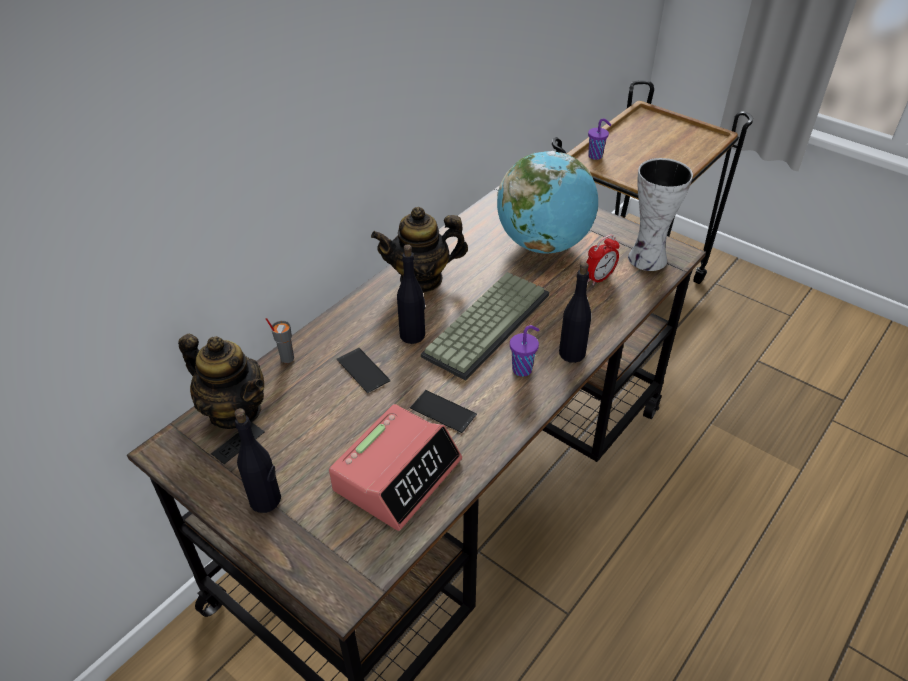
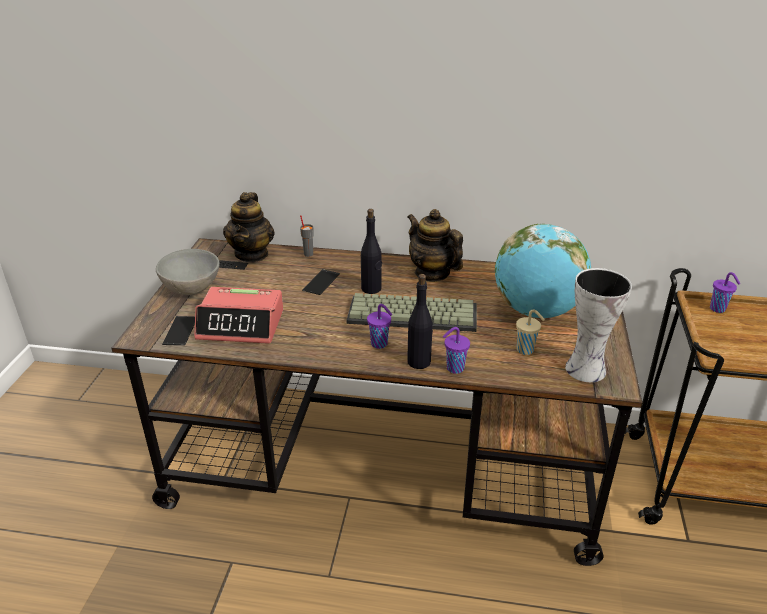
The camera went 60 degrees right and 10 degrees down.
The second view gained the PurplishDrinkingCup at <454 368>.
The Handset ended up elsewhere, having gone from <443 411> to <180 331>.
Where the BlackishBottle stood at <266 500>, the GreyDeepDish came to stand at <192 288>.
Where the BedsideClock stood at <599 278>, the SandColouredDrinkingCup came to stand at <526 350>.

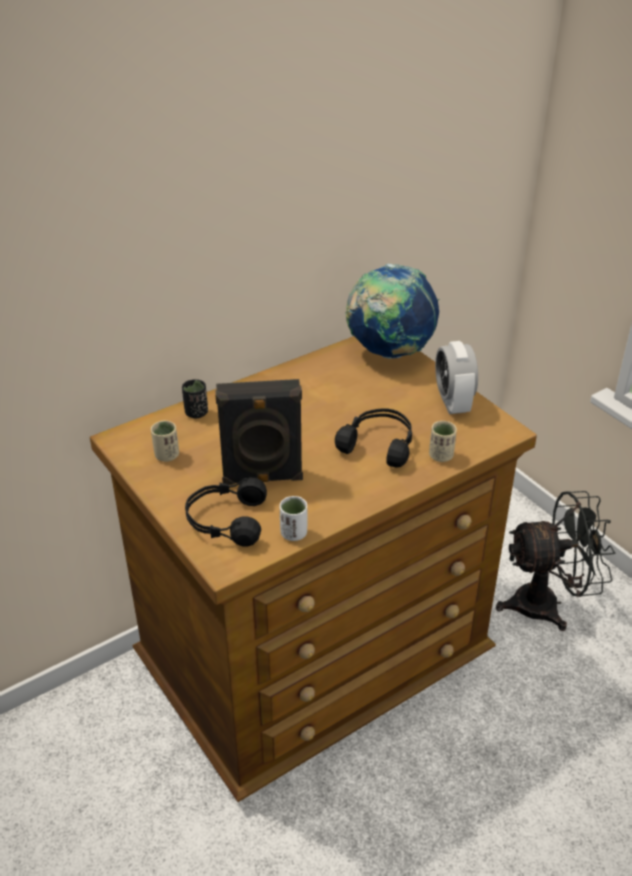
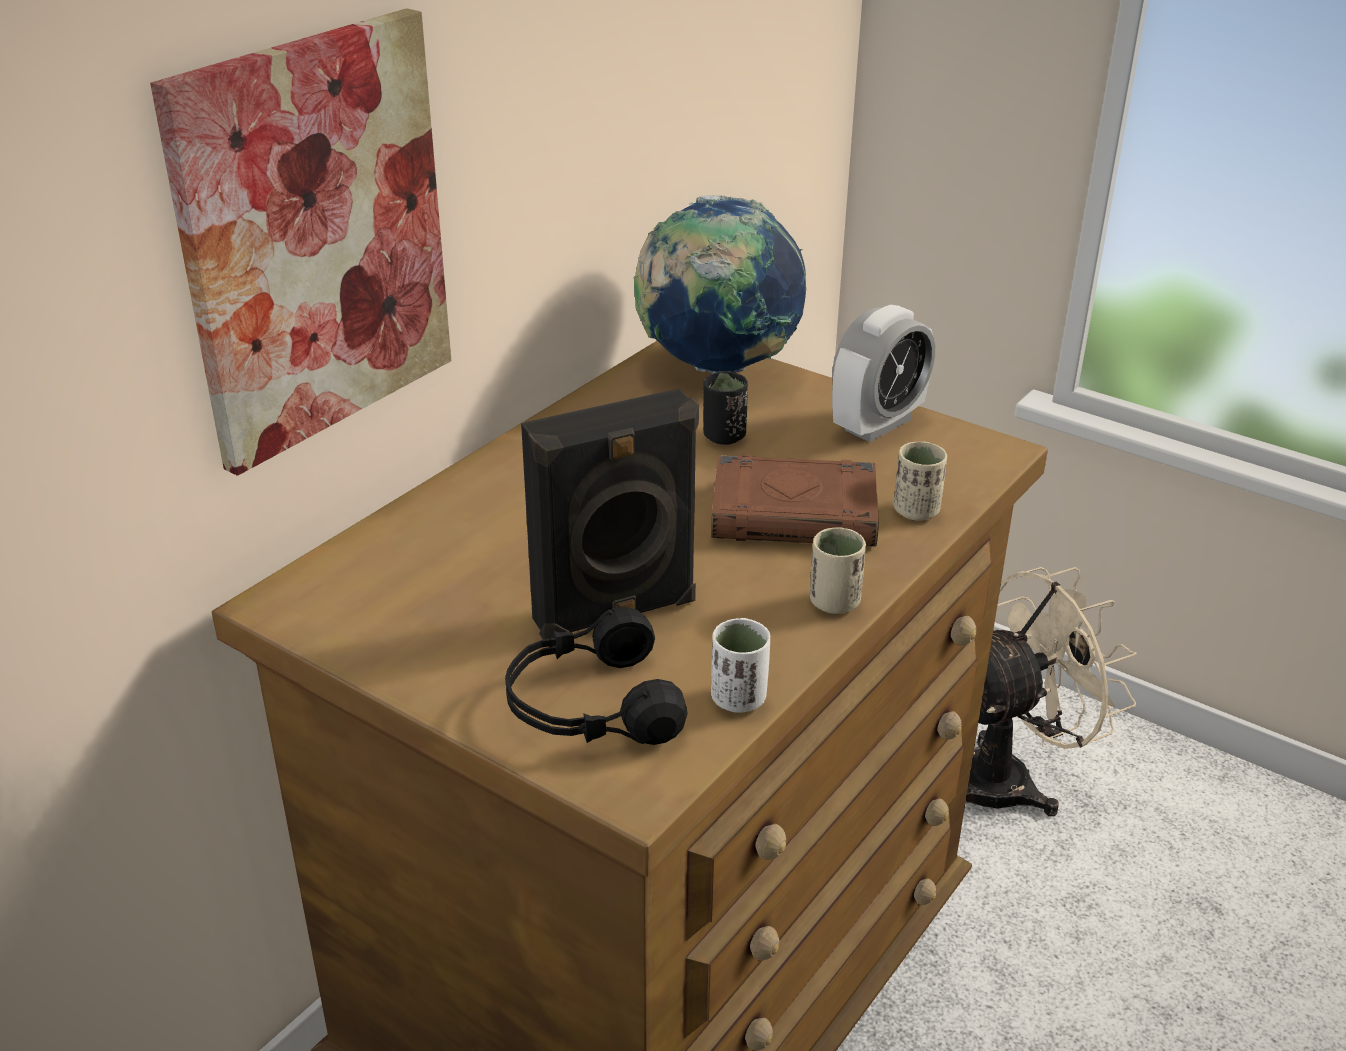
The camera went 20 degrees left and 5 degrees down.
The second view gained the WallArt at <314 239>.
The SandColouredDrinkingCup ended up elsewhere, having gone from <167 455> to <834 602>.
The BlackishDrinkingCup ended up elsewhere, having gone from <196 413> to <724 436>.
Where the BlackishHeadphones stood at <379 444>, the BrownishVolume came to stand at <796 513>.
What was the BlackishCoolingFan at <547 604> turned into the SandColouredCoolingFan at <1009 779>.
The BedsideClock at <453 402> ended up facing another way, 105 degrees counterclockwise from before.

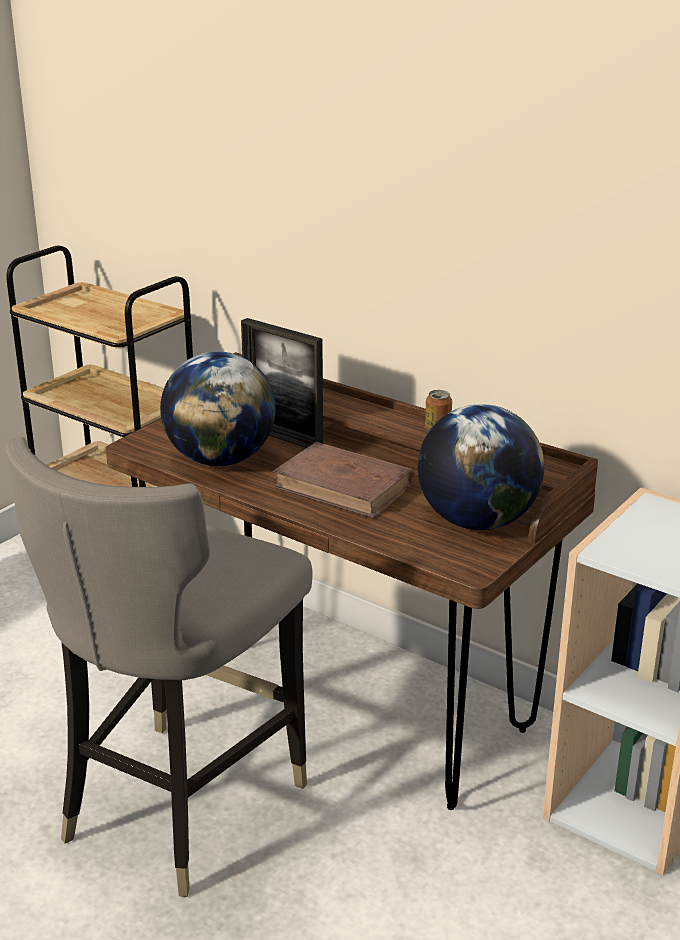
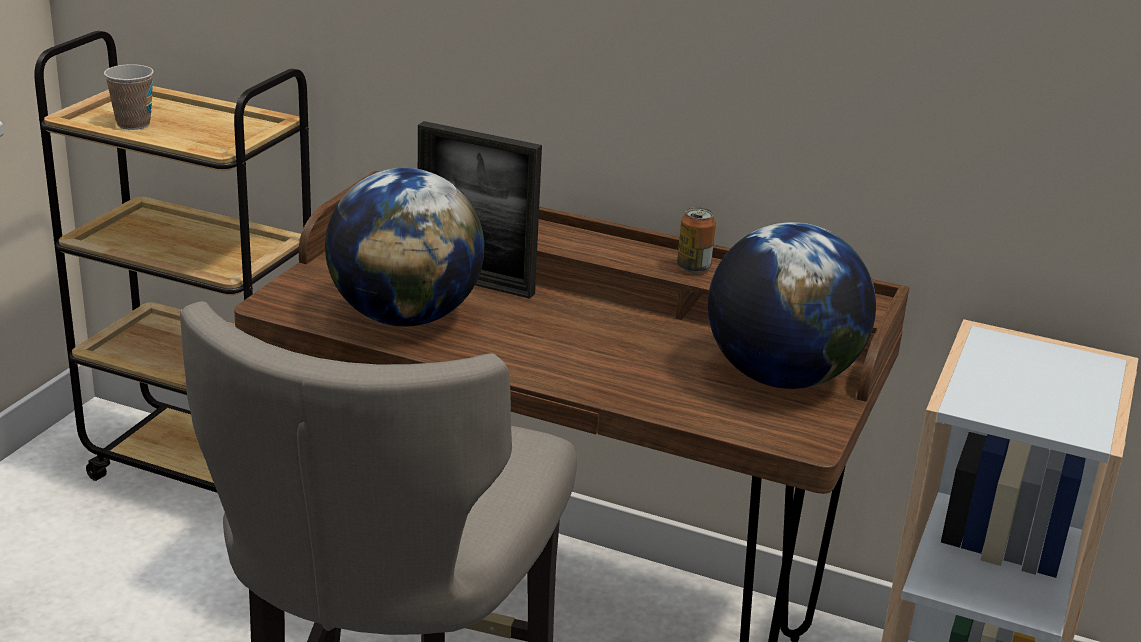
The camera went 15 degrees left and 0 degrees up.
The second view lost the BrownishVolume at <344 486>.
The second view gained the DrinkingCup at <133 124>.

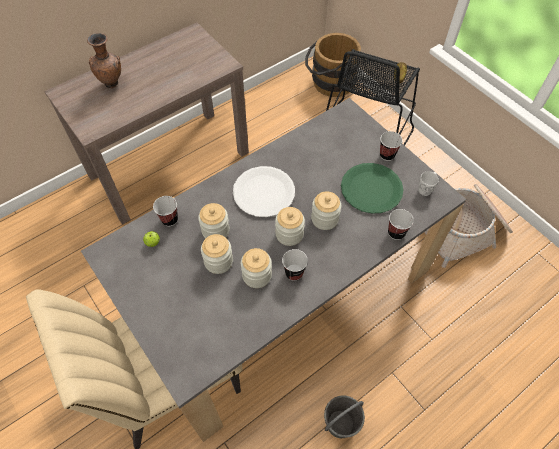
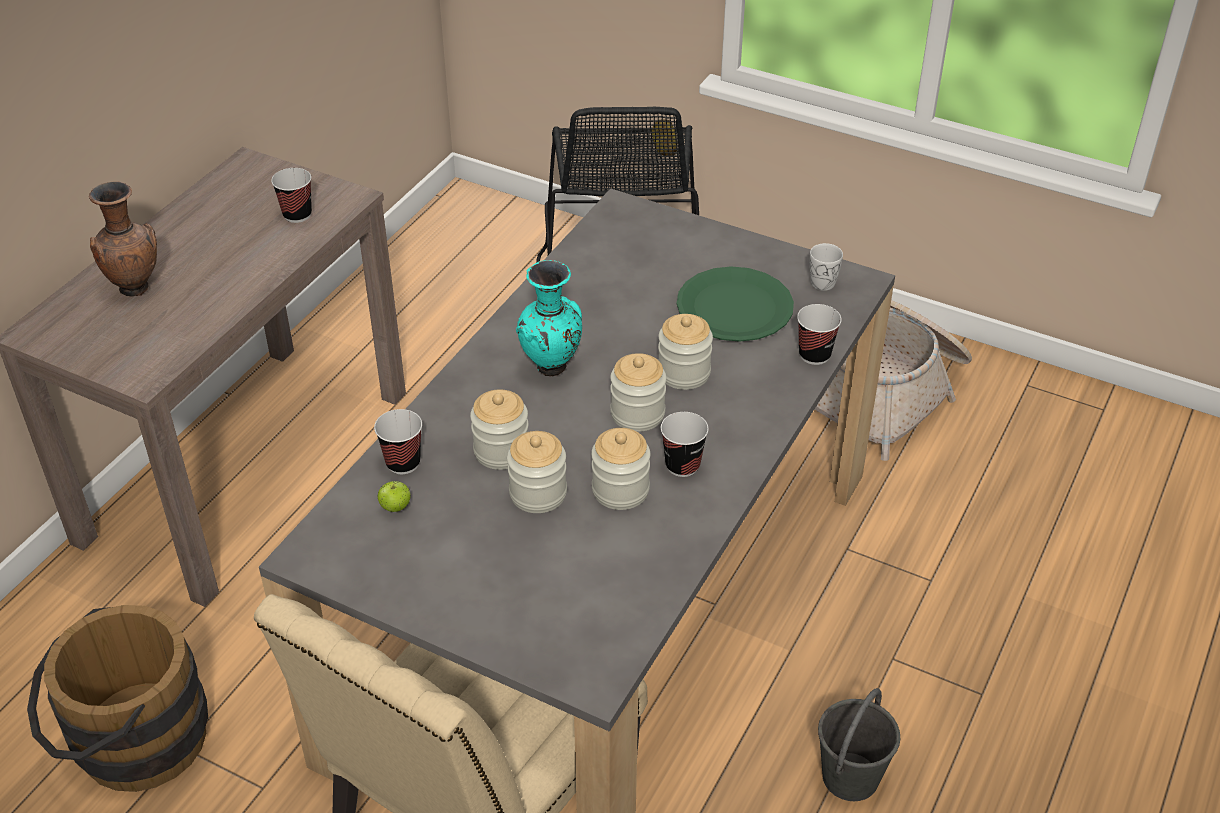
The camera went 25 degrees left and 15 degrees down.
The BrownishPail ended up elsewhere, having gone from <329 82> to <130 743>.
The DrinkingCup ended up elsewhere, having gone from <387 155> to <297 214>.
Where the WhiteColouredFlatDish stood at <264 192>, the TurquoiseColouredFlowerVase came to stand at <551 369>.

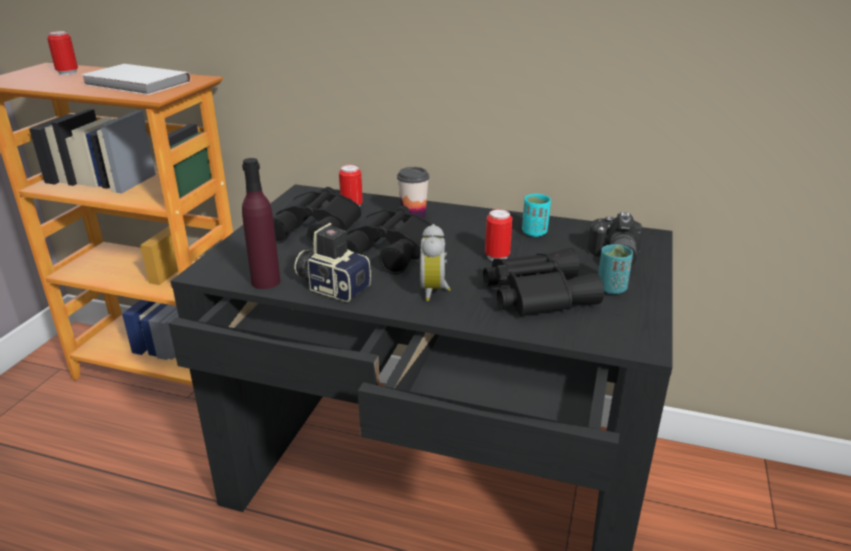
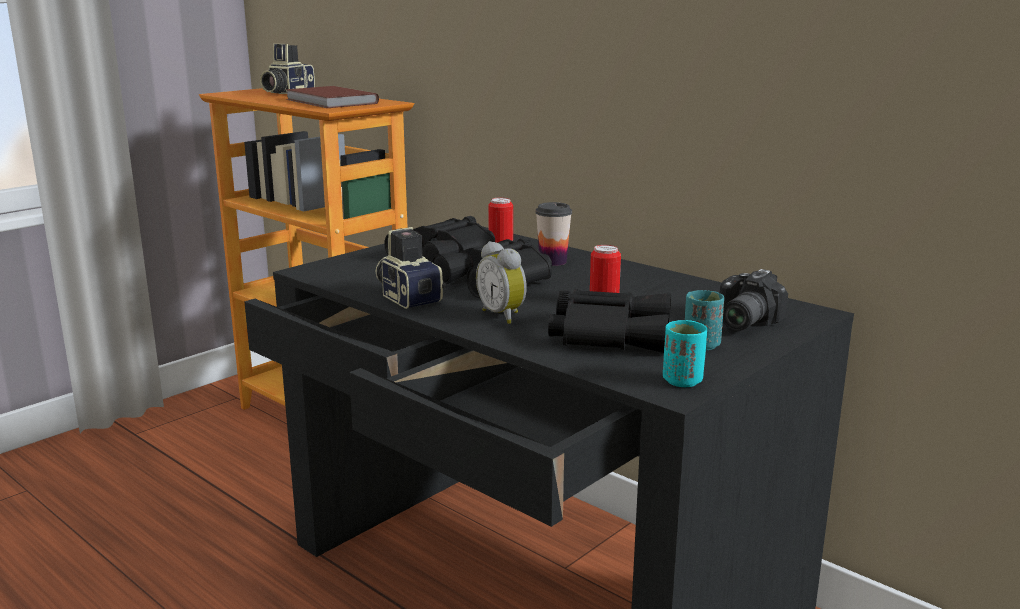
The camera went 25 degrees right and 10 degrees down.
The second view lost the PurplishBottle at <266 281>.
The TurquoiseColouredDrinkingCup ended up elsewhere, having gone from <534 232> to <682 381>.
Where the Can stood at <67 73>, the PhotoCamera came to stand at <286 92>.
What was the WhiteColouredVolume at <136 84> turned into the BrownishVolume at <330 102>.
The BedsideClock at <435 290> ended up facing another way, 60 degrees counterclockwise from before.

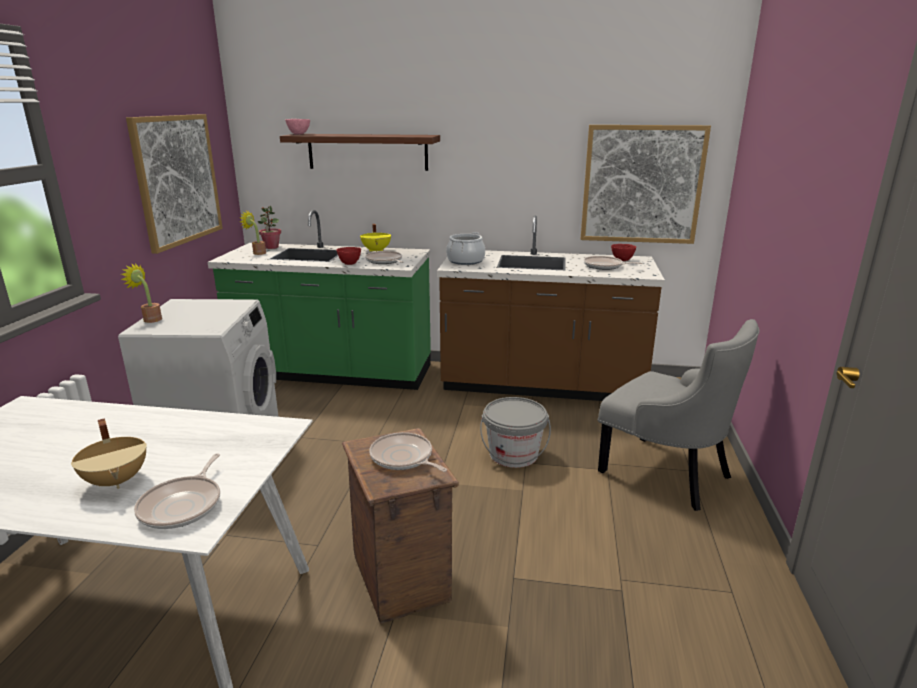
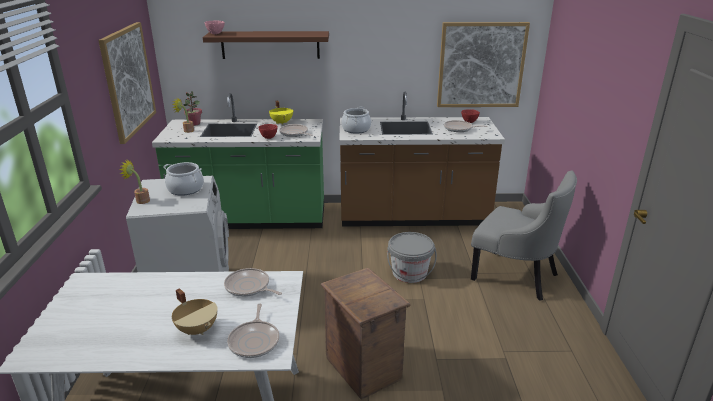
The camera went 10 degrees left and 5 degrees up.
The second view gained the Saucepot at <185 189>.
The Skillet ended up elsewhere, having gone from <403 458> to <249 287>.

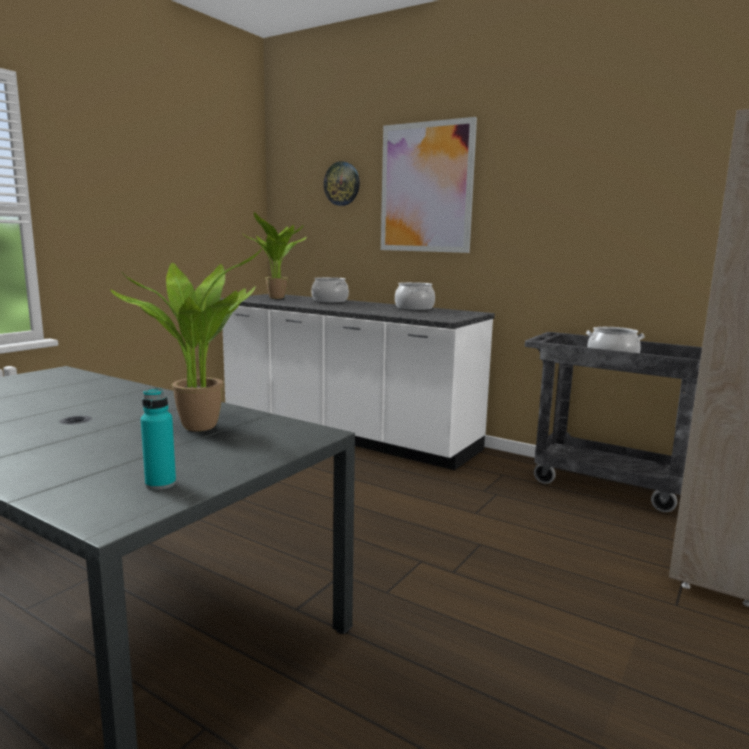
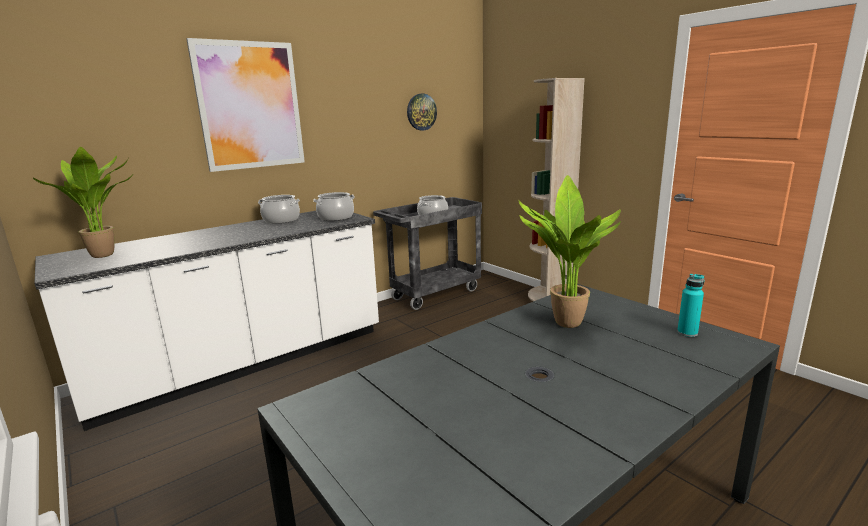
The camera went 70 degrees left and 5 degrees up.
The Saucepot ended up elsewhere, having gone from <329 301> to <336 217>.
The ClockOnTheWall ended up elsewhere, having gone from <342 183> to <421 112>.

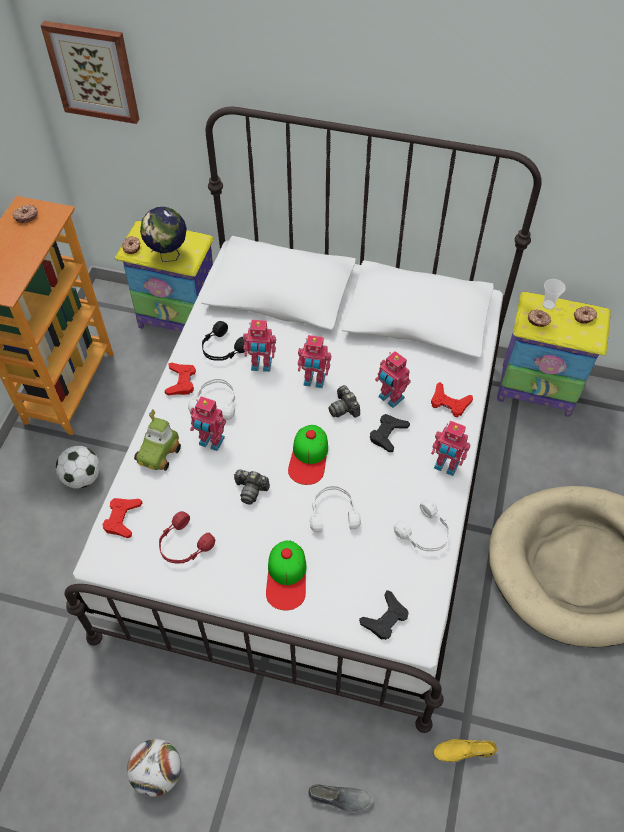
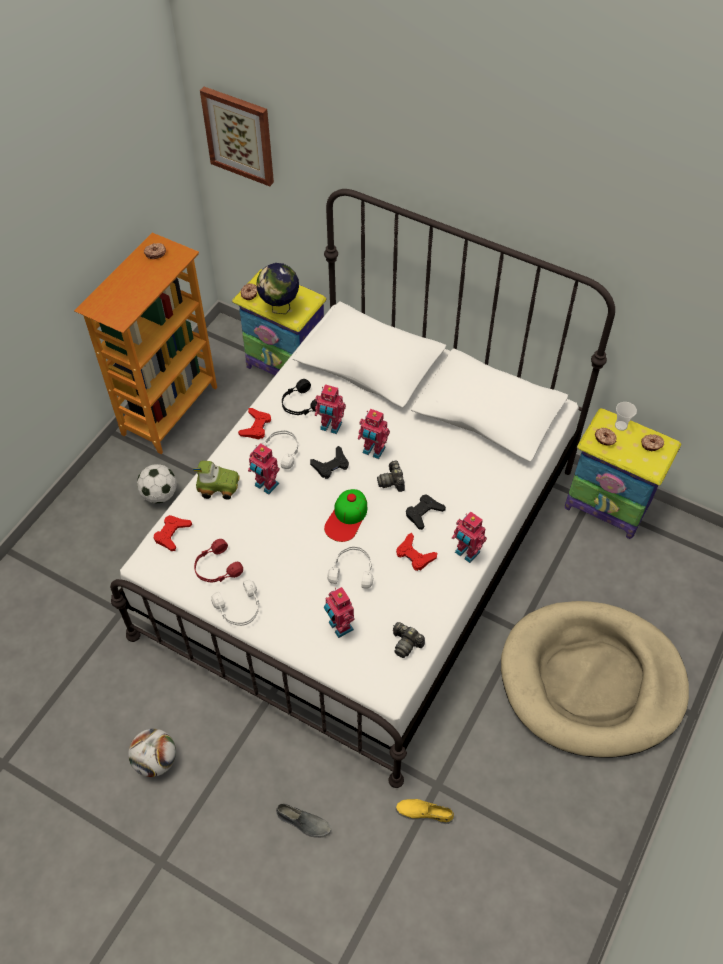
The camera went 15 degrees right and 0 degrees up.
The second view lost the Cap at <287 577>.
The PhotoCamera ended up elsewhere, having gone from <251 490> to <406 643>.
The BlackishJoypad ended up elsewhere, having gone from <385 618> to <331 465>.
The ToyRobot ended up elsewhere, having gone from <390 398> to <339 627>.
The WhiteColouredHeadphones ended up elsewhere, having gone from <425 533> to <239 609>.
The RedJoypad ended up elsewhere, having gone from <449 403> to <414 555>.
The ModelCar at <159 453> ended up facing another way, 120 degrees counterclockwise from before.

